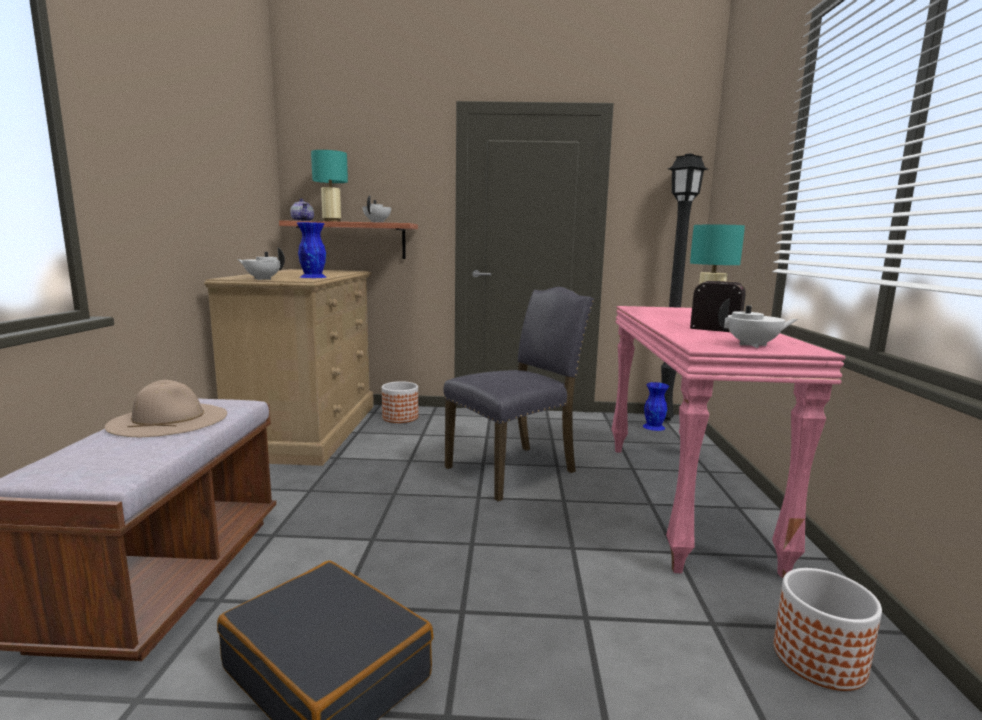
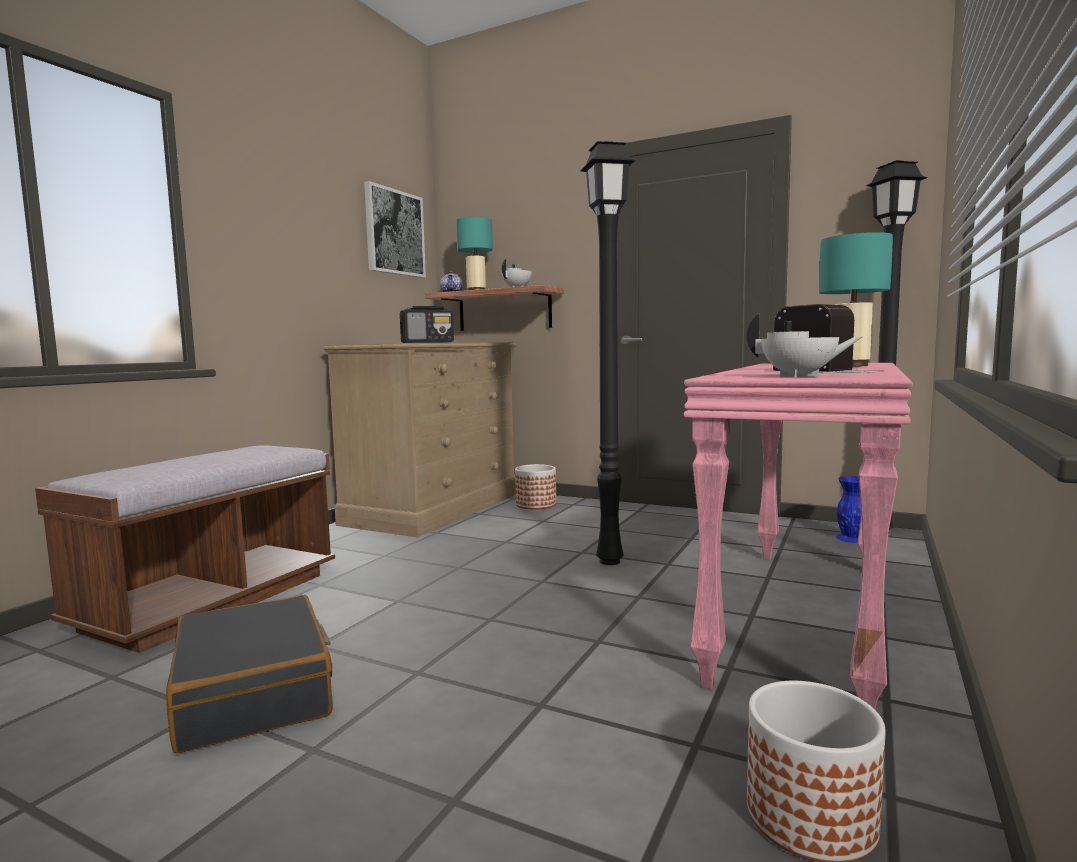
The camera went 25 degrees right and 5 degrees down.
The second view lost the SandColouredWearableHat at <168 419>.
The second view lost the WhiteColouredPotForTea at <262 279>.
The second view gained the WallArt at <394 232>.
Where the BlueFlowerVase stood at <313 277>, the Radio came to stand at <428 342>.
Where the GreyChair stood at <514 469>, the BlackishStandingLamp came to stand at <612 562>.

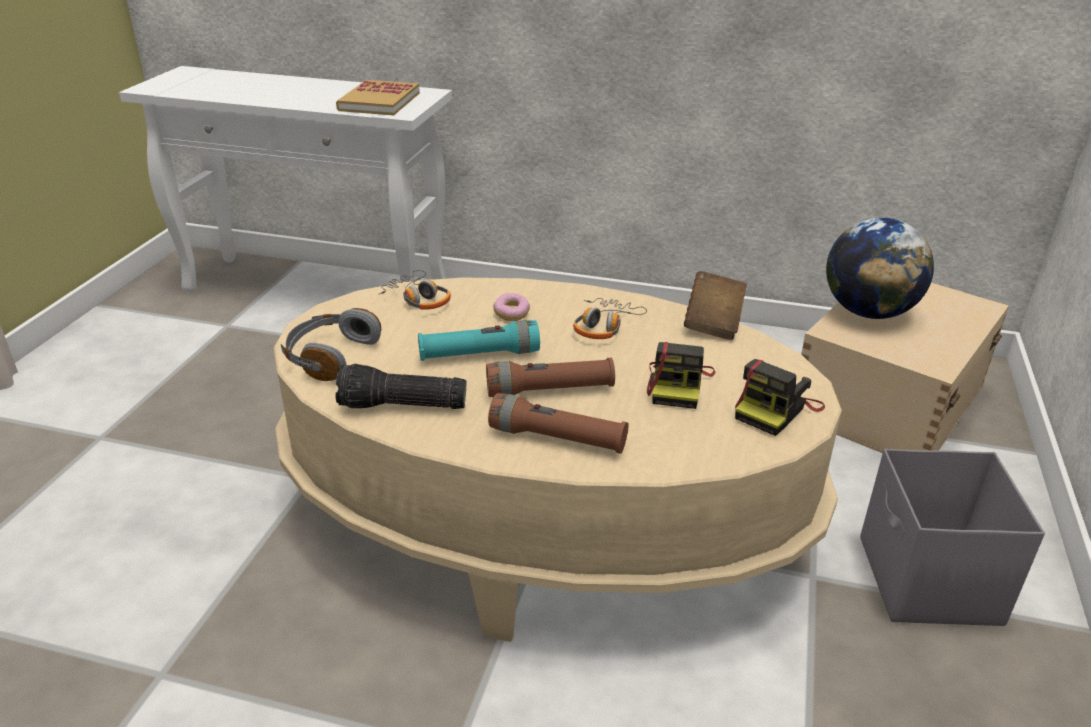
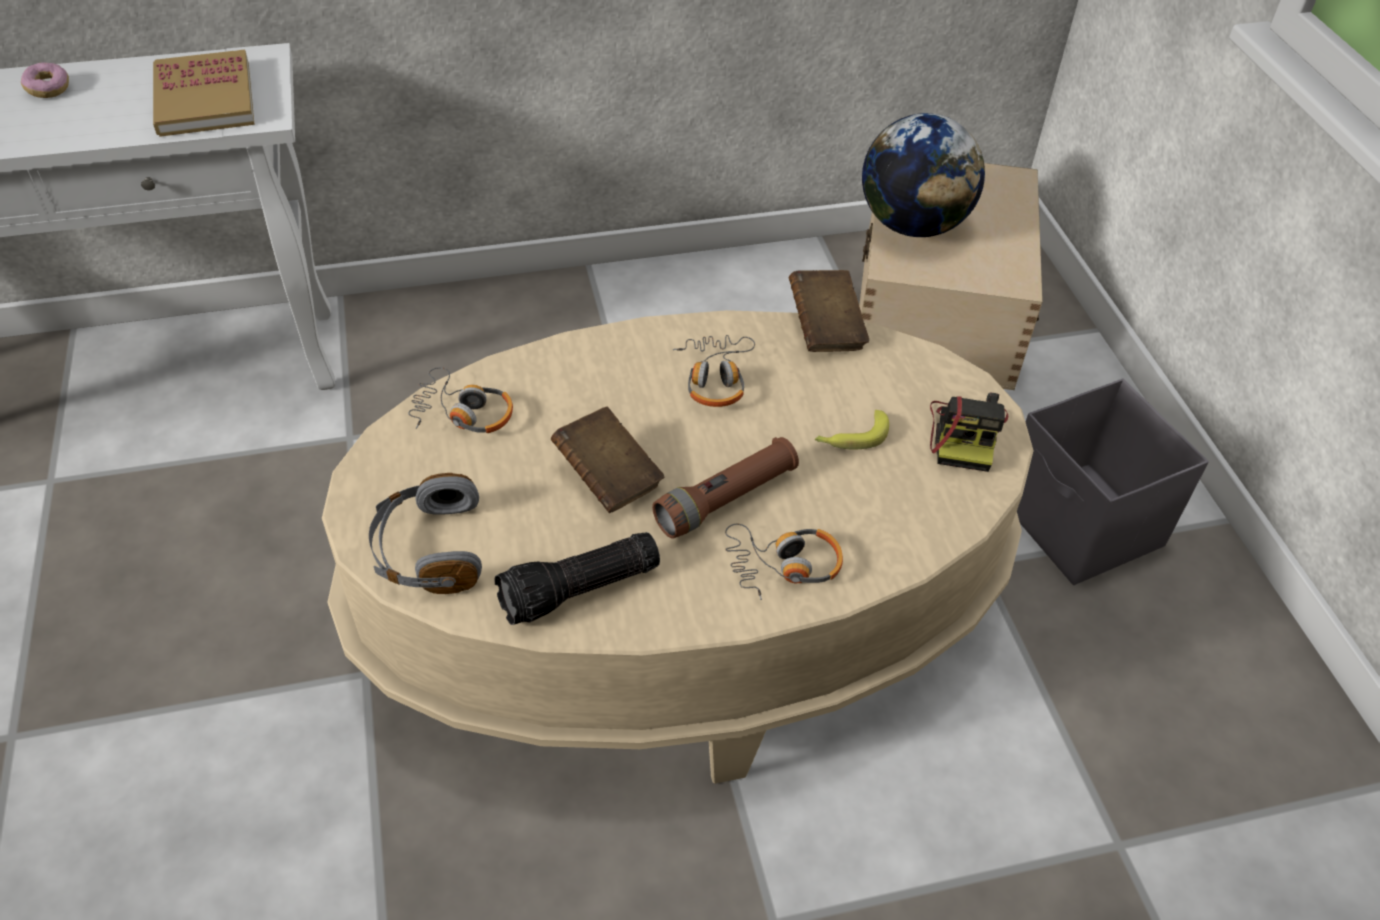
The camera went 30 degrees left and 15 degrees up.
The Doughnut ended up elsewhere, having gone from <511 314> to <48 89>.
Where the TurquoiseColouredTorch stood at <479 355>, the BrownishVolume came to stand at <608 477>.
Where the BrownishTorch stood at <557 439>, the Headphones came to stand at <783 565>.
Where the PhotoCamera stood at <678 385>, the WholeBanana came to stand at <851 437>.

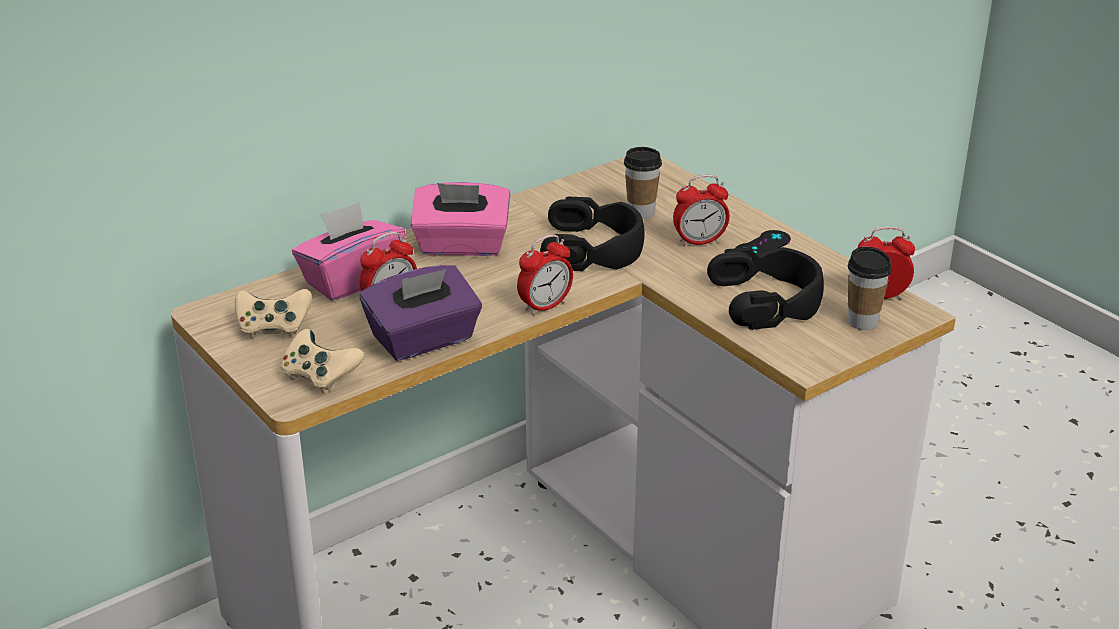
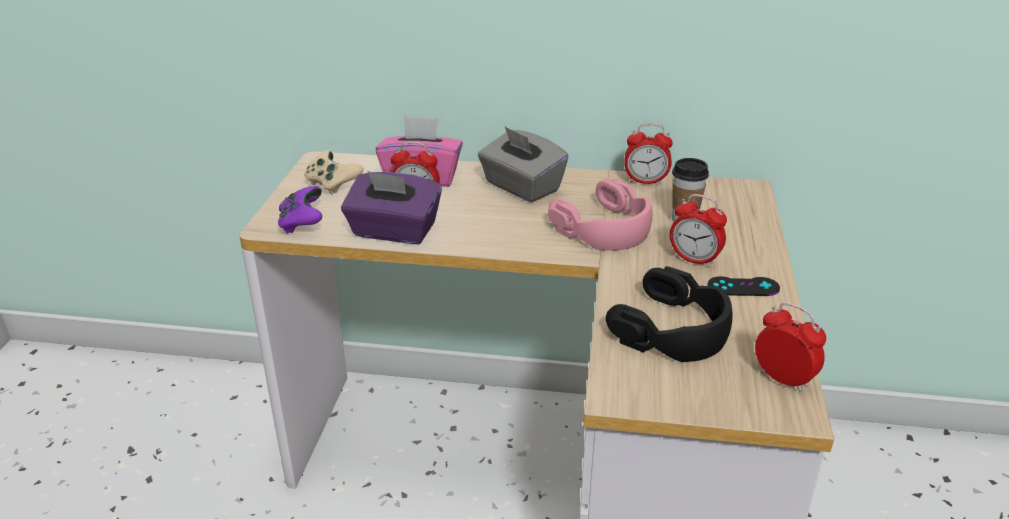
The camera went 45 degrees right and 0 degrees up.
The second view lost the DrinkingCup at <862 322>.
The BedsideClock ended up elsewhere, having gone from <545 306> to <645 181>.
What was the SandColouredJoypad at <320 377> turned into the PurplishJoypad at <302 223>.
What was the PinkishTissueHolder at <462 246> turned into the GreyTissueHolder at <521 187>.
What was the BlackishHeadphones at <594 248> turned into the PinkishHeadphones at <605 228>.

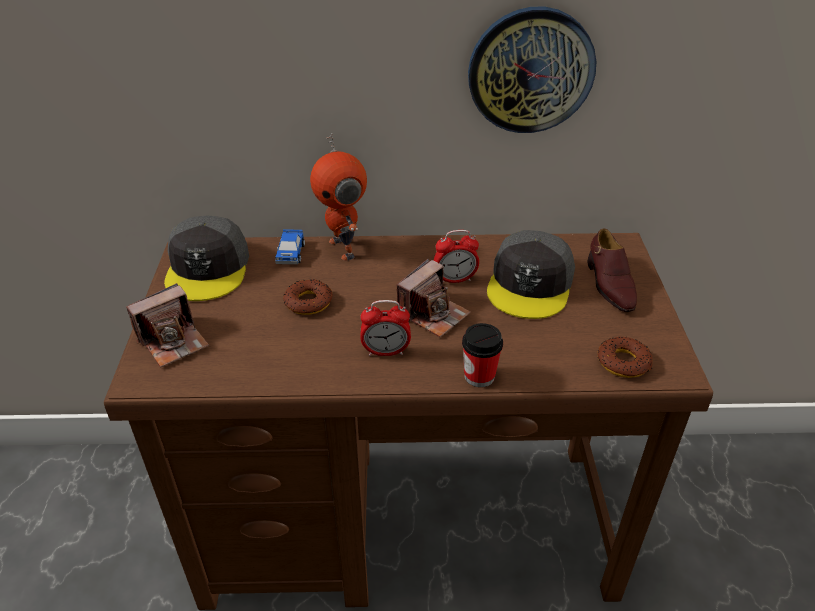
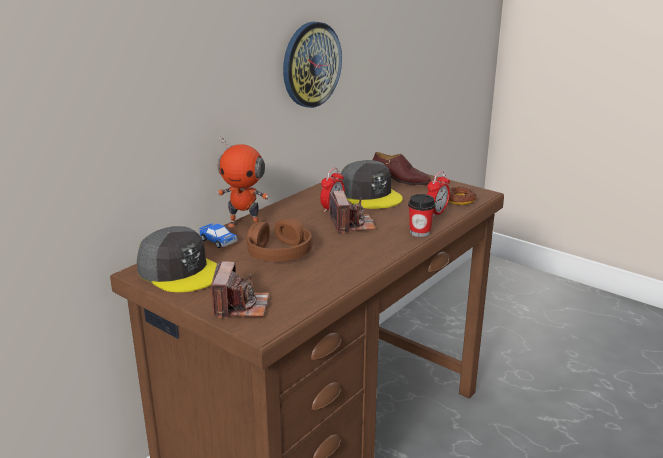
The camera went 50 degrees left and 15 degrees down.
The BedsideClock ended up elsewhere, having gone from <386 352> to <436 213>.
Where the Doughnut stood at <308 302>, the BrownishHeadphones came to stand at <279 252>.

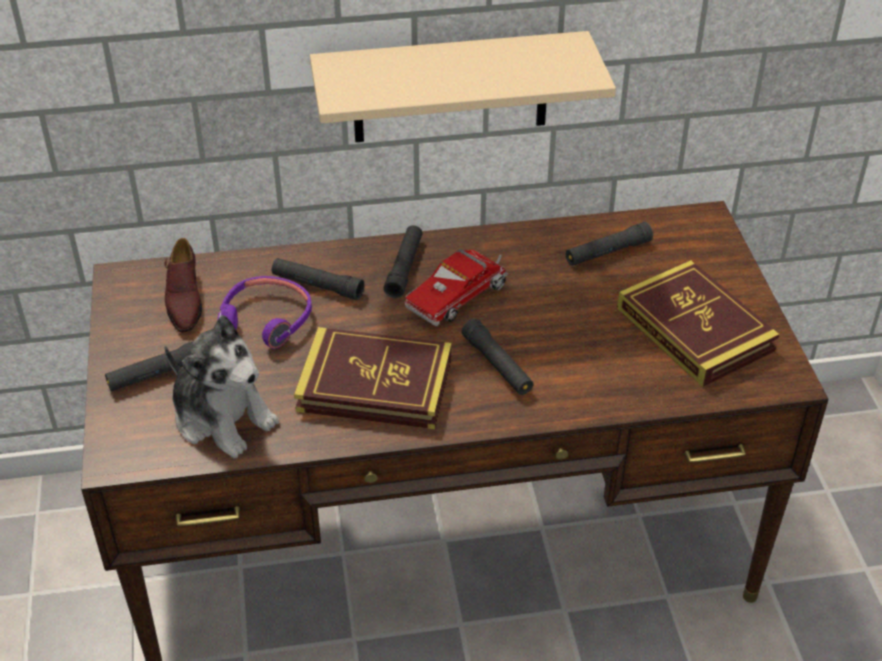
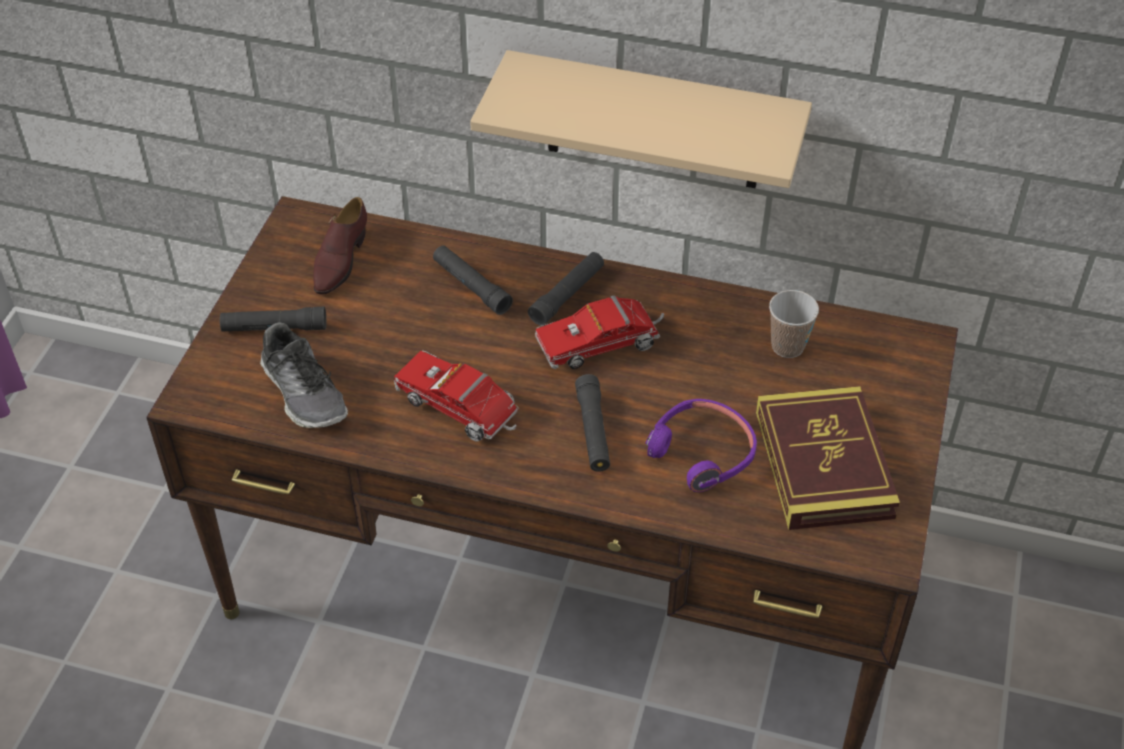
The camera went 25 degrees right and 5 degrees up.
The PurplishHeadphones ended up elsewhere, having gone from <266 319> to <702 452>.
Where the CuddlyToy stood at <223 418>, the LowShoe came to stand at <304 393>.
Where the Volume stood at <375 385>, the ToyLorry came to stand at <462 409>.
Where the BlackishTorch stood at <607 252>, the DrinkingCup came to stand at <787 346>.

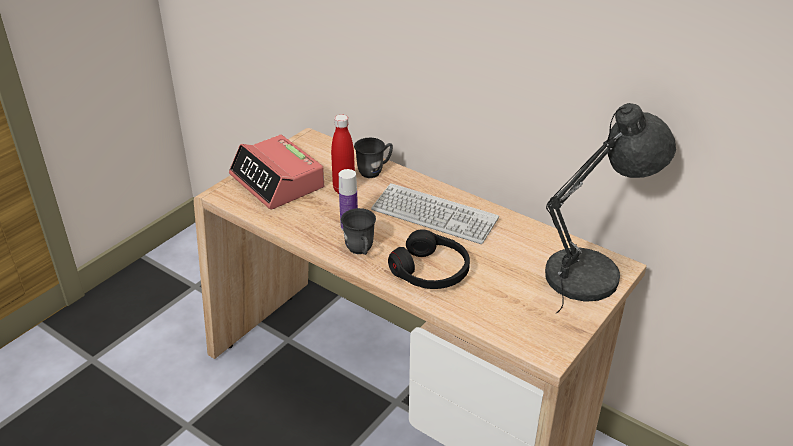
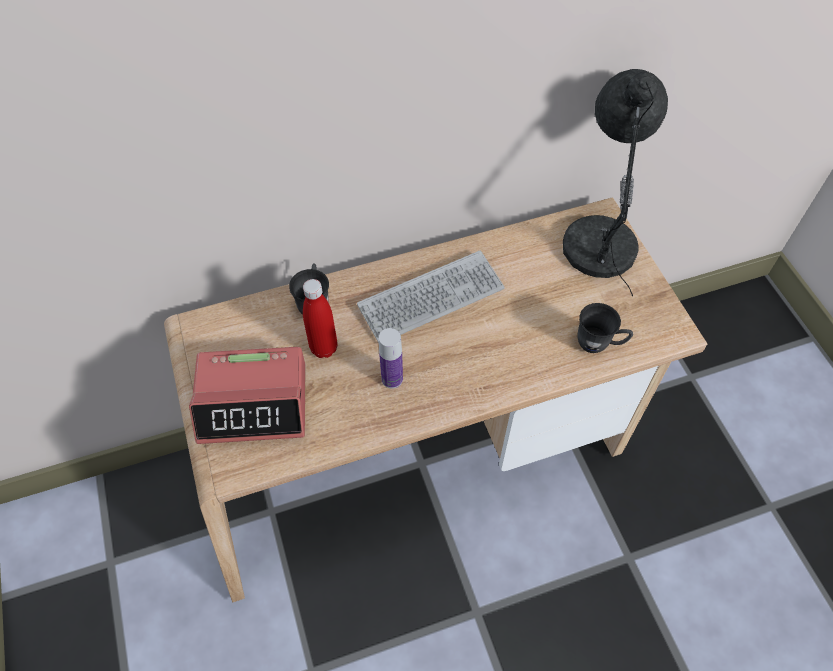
The camera went 55 degrees left and 20 degrees up.
The second view lost the BlackishHeadphones at <431 271>.
The GreyCoffeeMug ended up elsewhere, having gone from <361 251> to <599 344>.

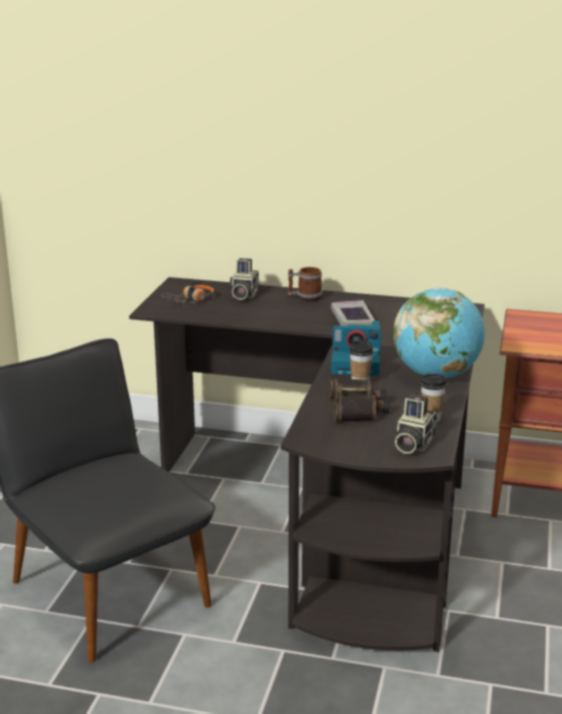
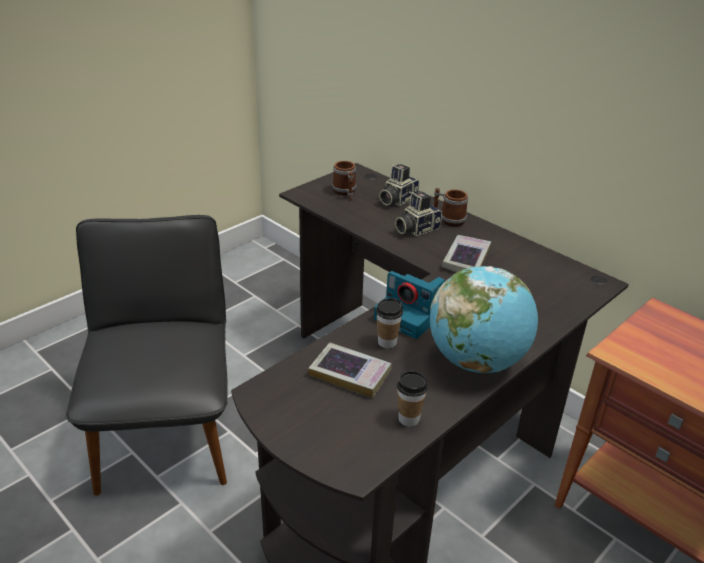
The camera went 30 degrees right and 10 degrees up.
The PhotoCamera ended up elsewhere, having gone from <412 443> to <416 229>.
Where the Headphones stood at <191 300>, the CoffeeMug came to stand at <345 192>.
Where the FieldGlasses stood at <357 408>, the Volume came to stand at <350 374>.

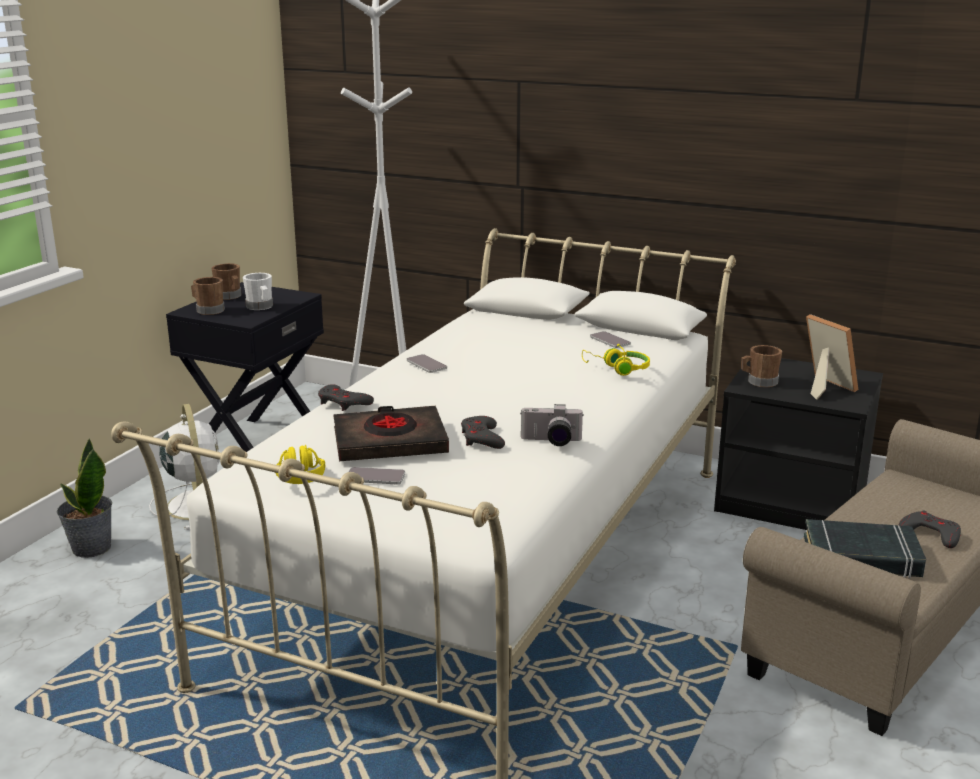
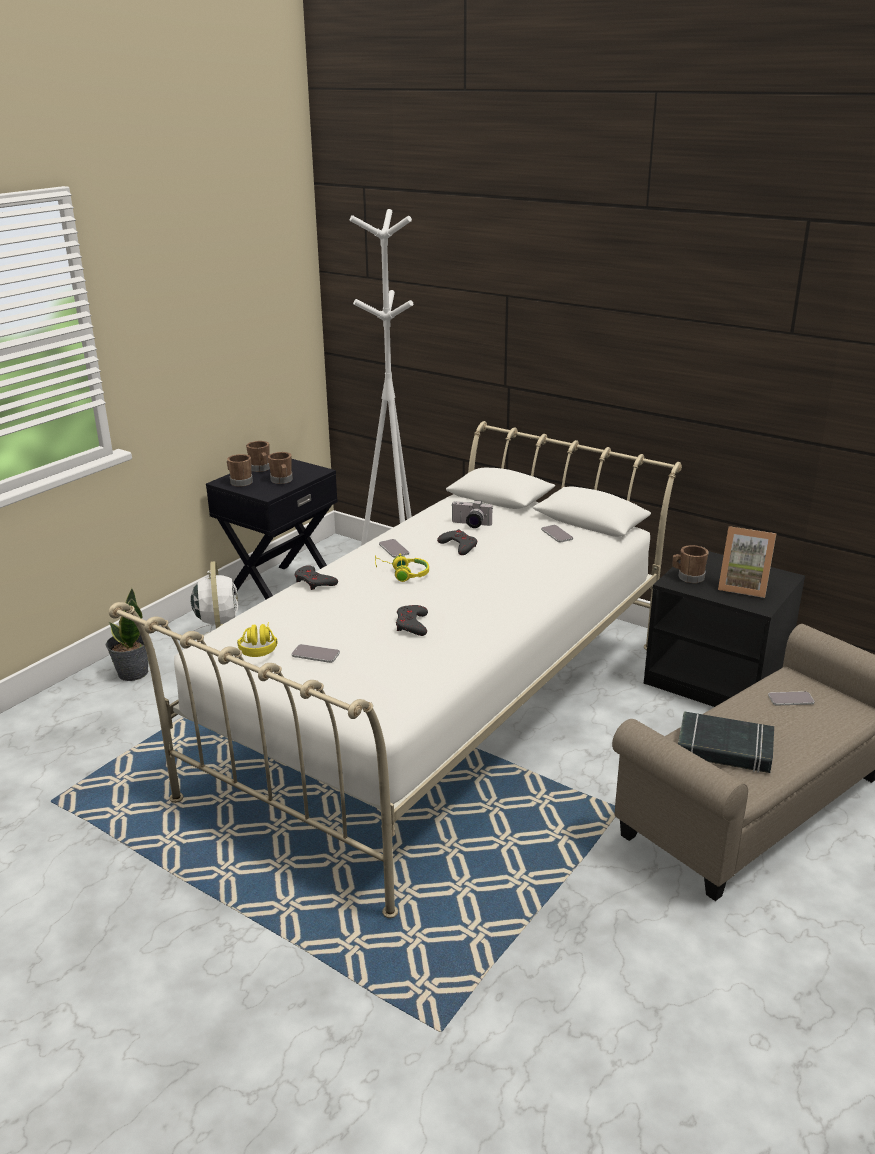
The camera went 10 degrees right and 5 degrees up.
The second view lost the BlackishVolume at <390 442>.
The second view gained the Handset at <790 699>.
The PhotoCamera ended up elsewhere, having gone from <551 441> to <470 525>.
The YellowColouredHeadphones ended up elsewhere, having gone from <618 369> to <402 574>.
The GreyJoypad ended up elsewhere, having gone from <930 534> to <458 546>.
What was the WhiteColouredCoffeeMug at <260 307> turned into the BrownishCoffeeMug at <282 481>.
The PhotoFrame at <823 387> ended up facing another way, 135 degrees clockwise from before.

